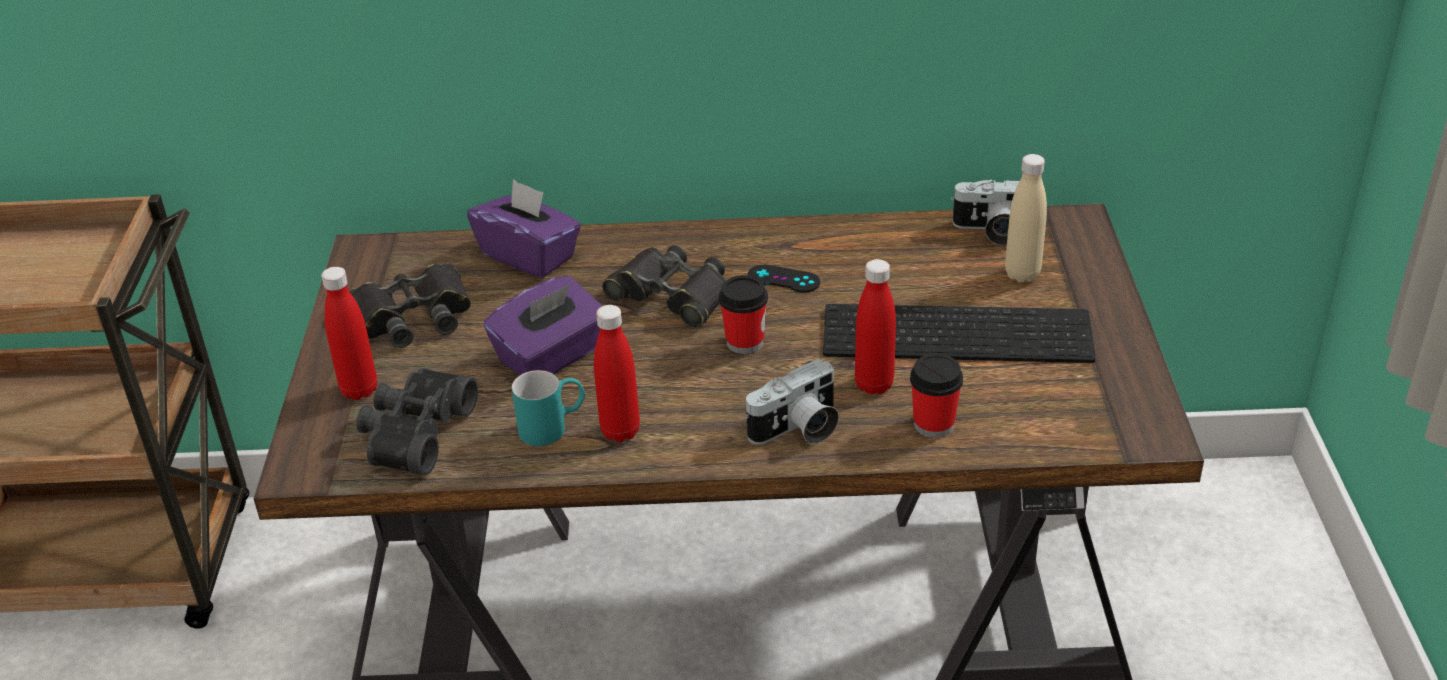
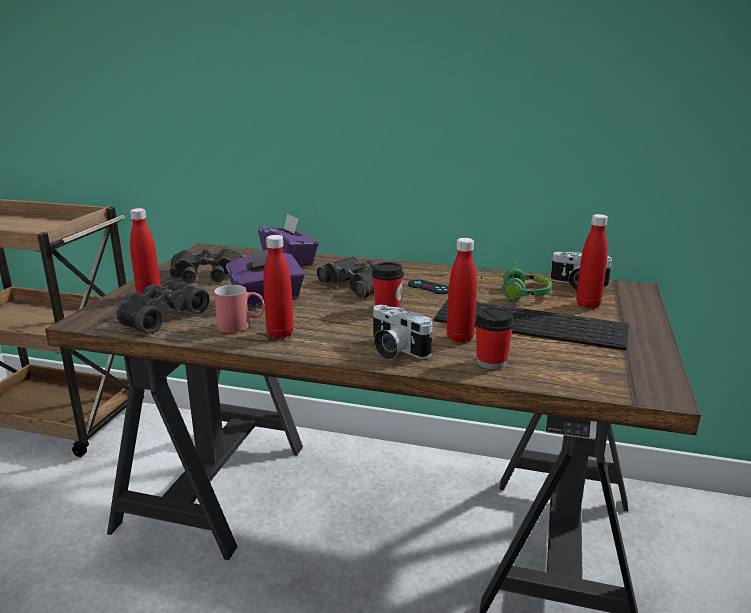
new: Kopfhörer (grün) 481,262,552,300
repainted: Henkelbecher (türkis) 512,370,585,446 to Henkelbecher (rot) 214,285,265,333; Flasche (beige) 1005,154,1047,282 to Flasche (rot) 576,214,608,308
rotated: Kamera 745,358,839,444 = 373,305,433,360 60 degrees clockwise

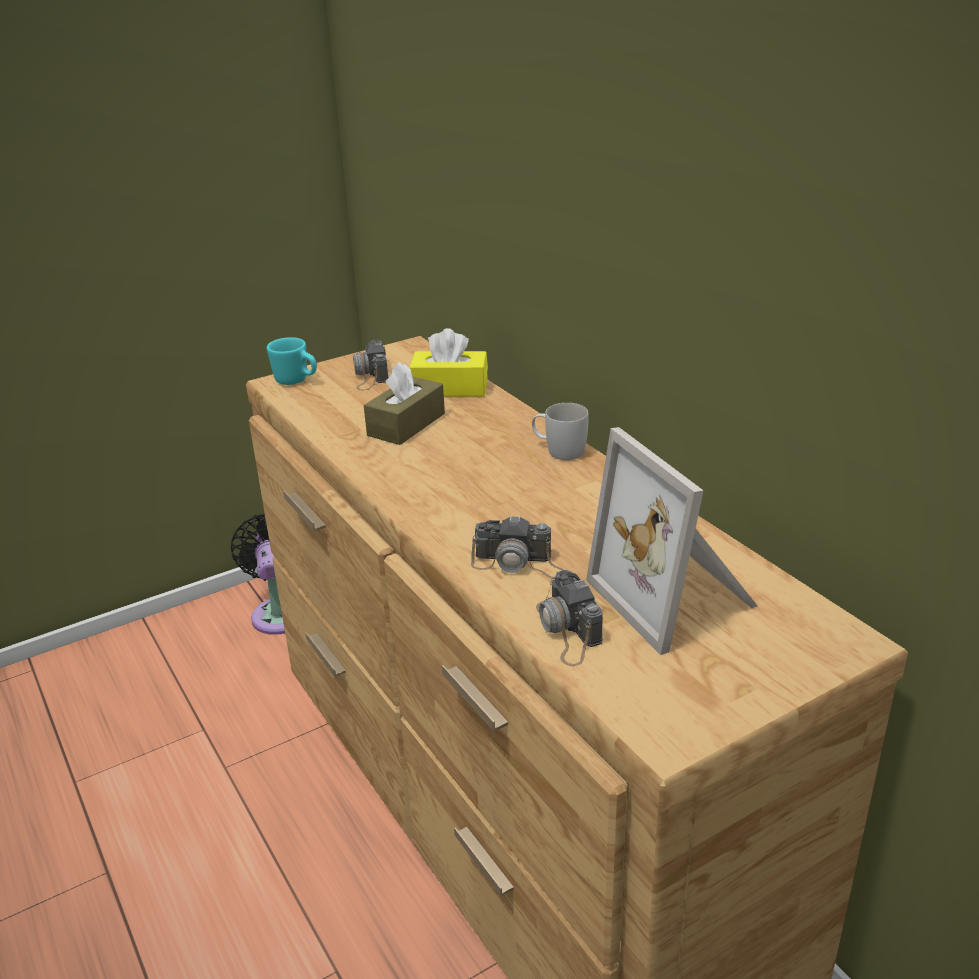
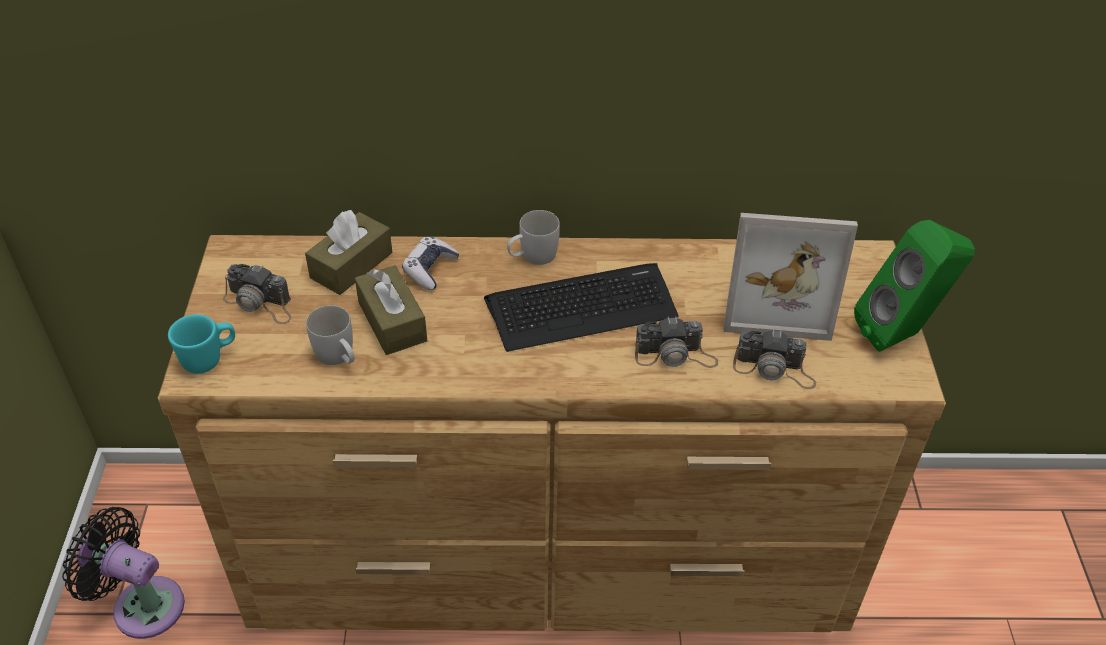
new: Henkelbecher (weiß) 306,305,355,365; Gamepad 402,237,460,290; Tastatur 484,263,679,352; Lautsprecher (grün) 854,220,975,352
repainted: Taschentuchbox (gelb) 409,328,488,396 to Taschentuchbox (braun) 305,210,393,295
rotated: Kamera 471,515,564,578 = 635,316,718,368 45 degrees clockwise

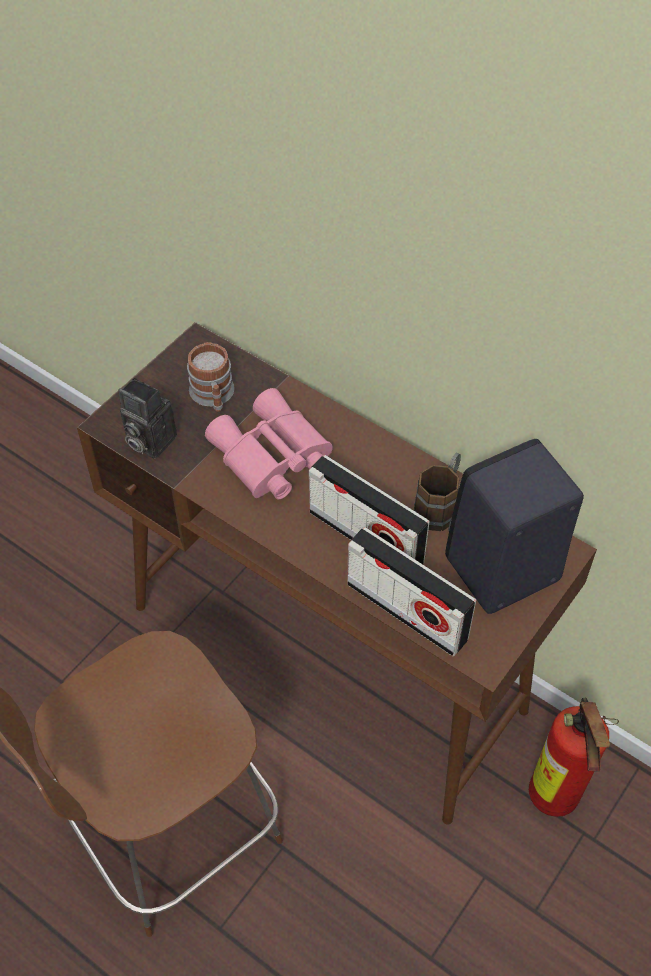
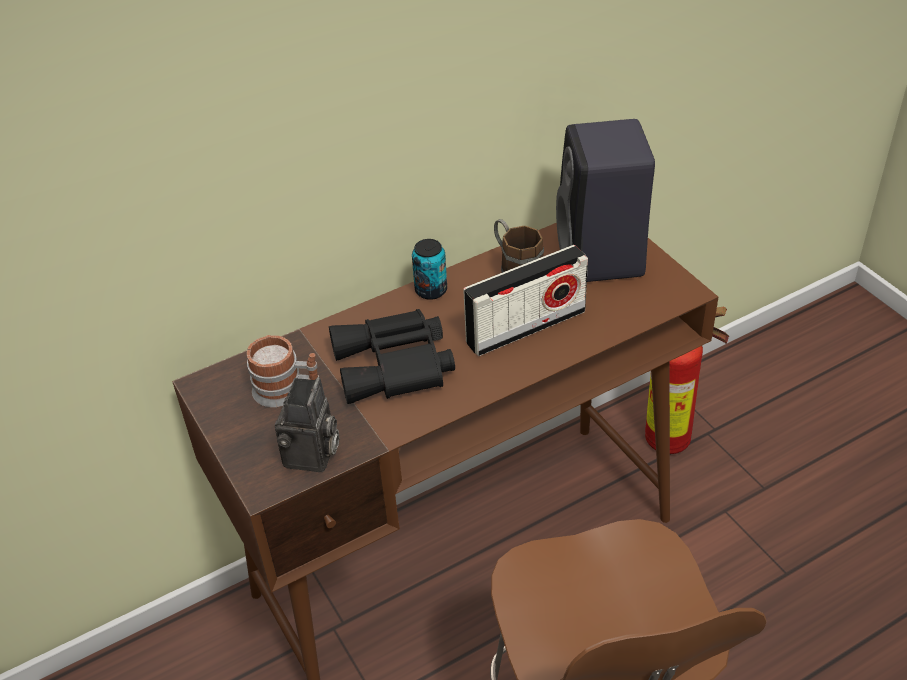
gone: Radio 347,527,476,656
new: Dose 412,239,447,300
repainted: Fernglas (rosa) 205,388,333,499 to Fernglas (schwarz) 329,309,455,404
rotated: Kamera 118,378,177,459 = 275,377,339,472 45 degrees counterclockwise

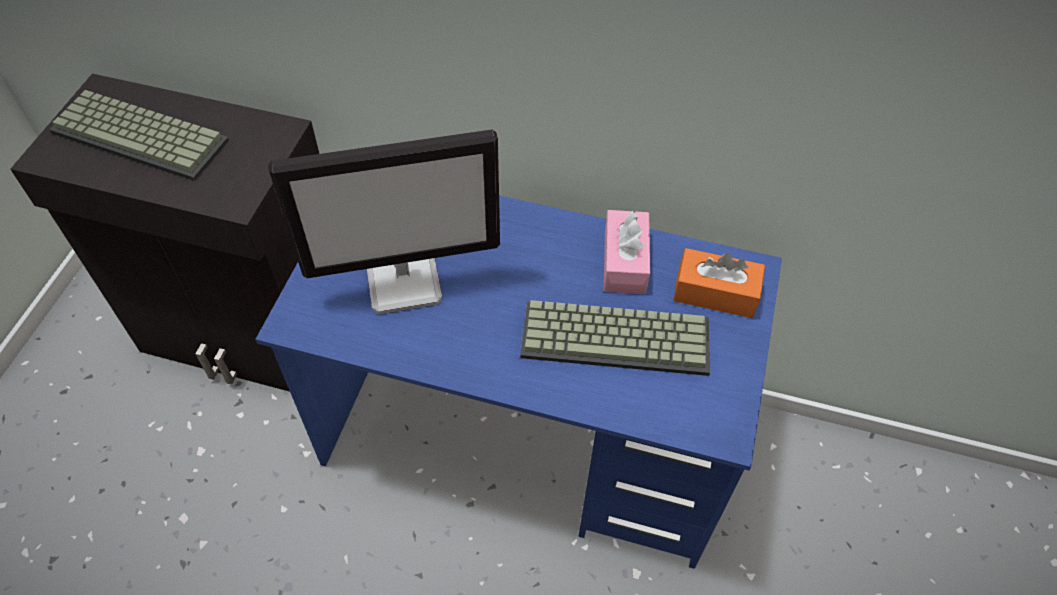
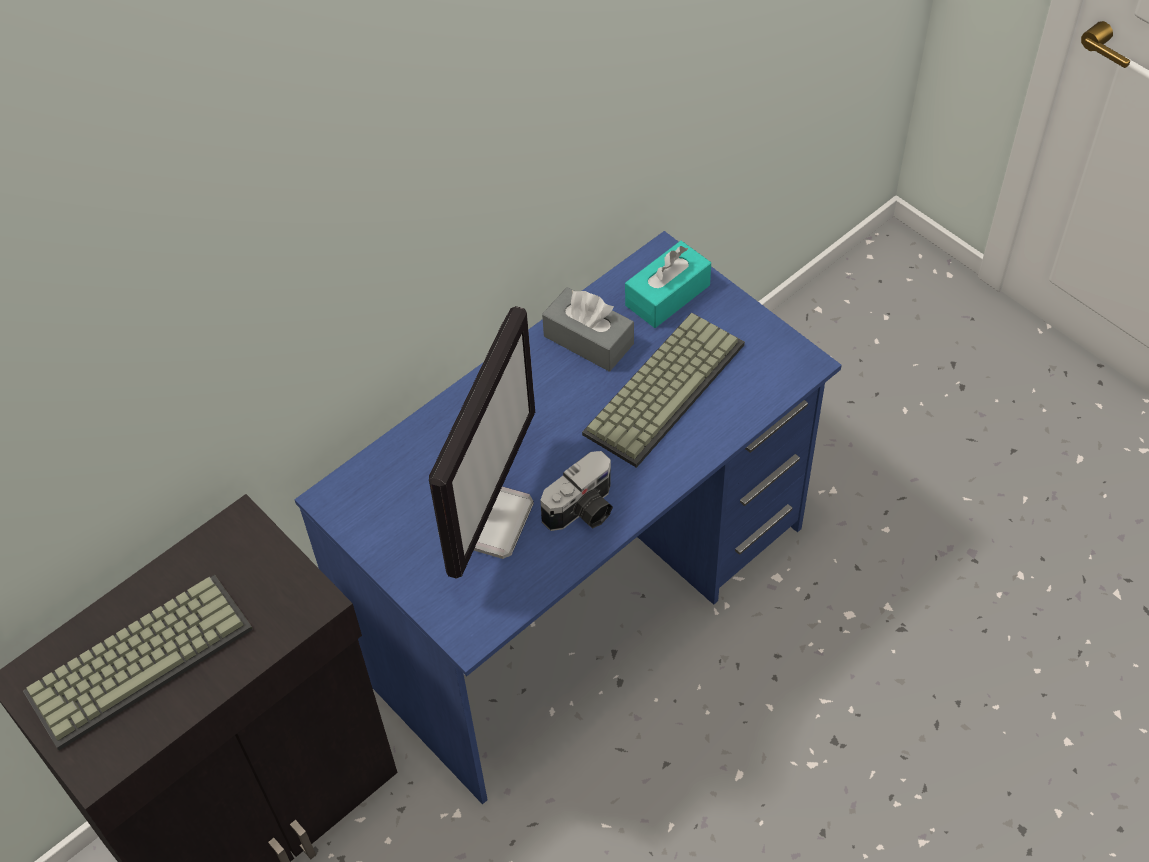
new: Kamera 540,451,613,531
repainted: Taschentuchbox (rosa) 604,210,650,294 to Taschentuchbox (grau) 542,287,634,371; Taschentuchbox (orange) 673,248,765,318 to Taschentuchbox (türkis) 625,241,711,328

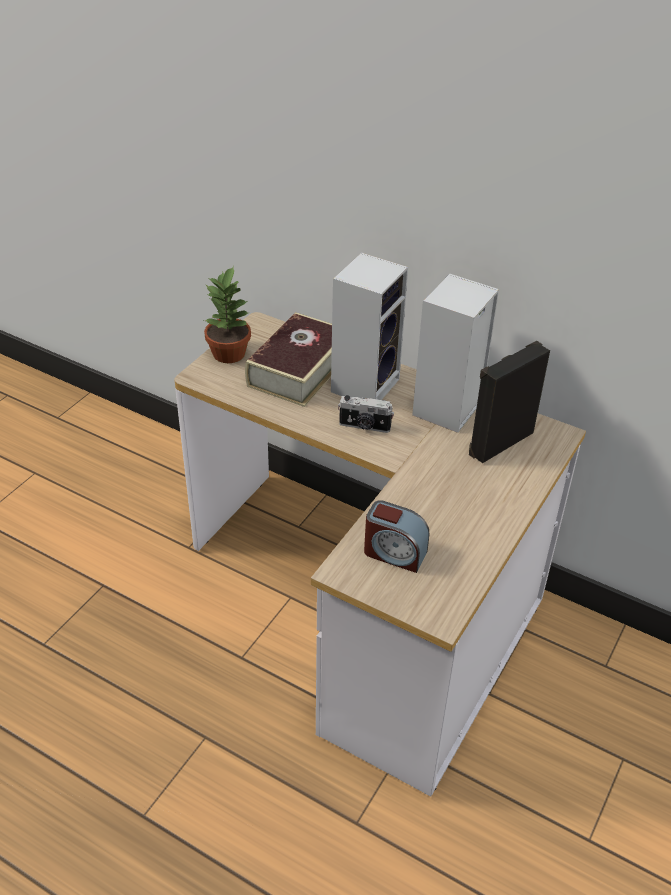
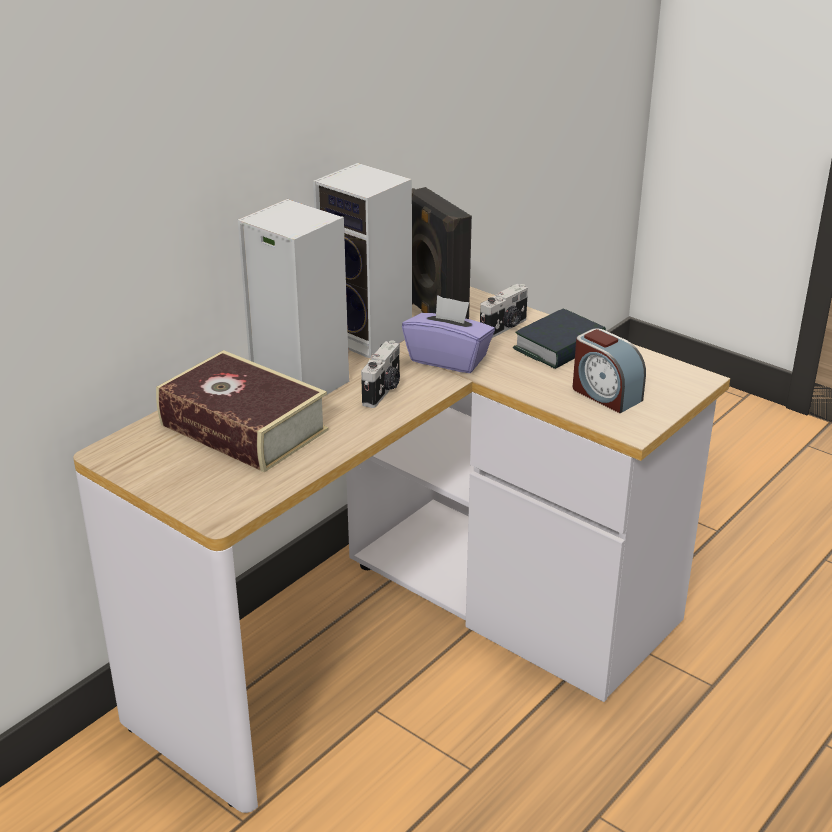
gone: Topfpflanze 204,266,251,363
new: Taschentuchbox (lila) 402,295,495,373; Kamera 480,284,528,338; Buch 513,308,606,369
rotated: Wecker 364,500,429,573 = 573,329,646,413 105 degrees clockwise

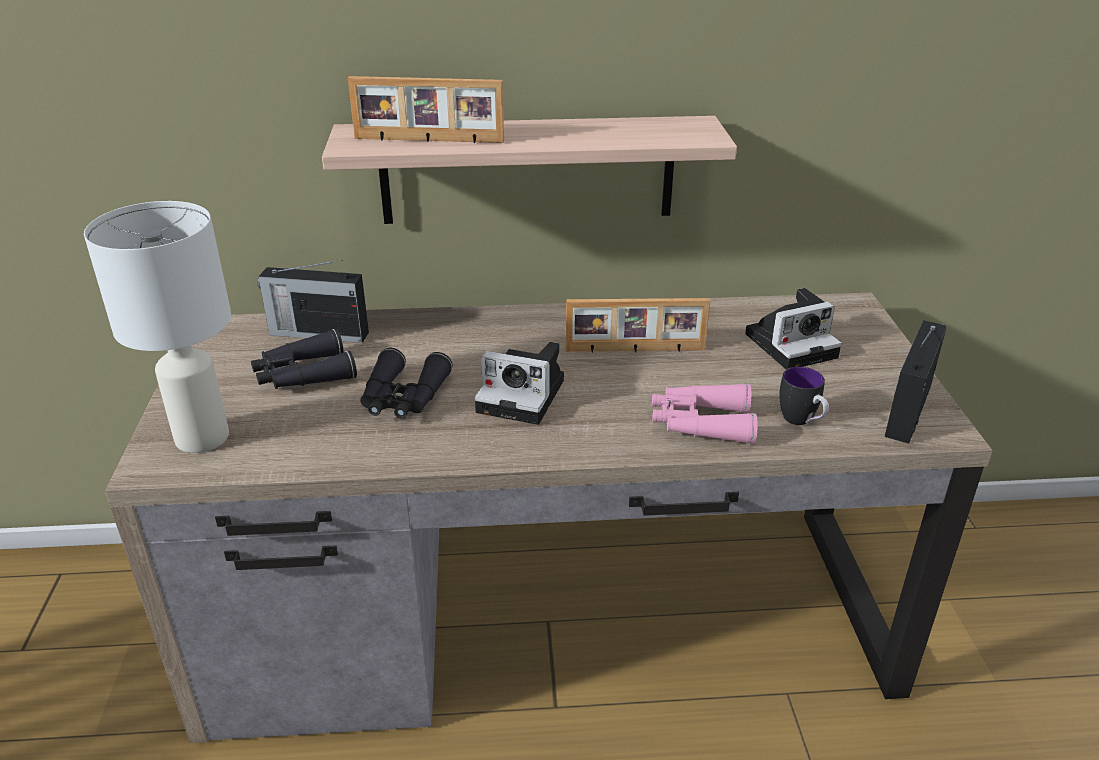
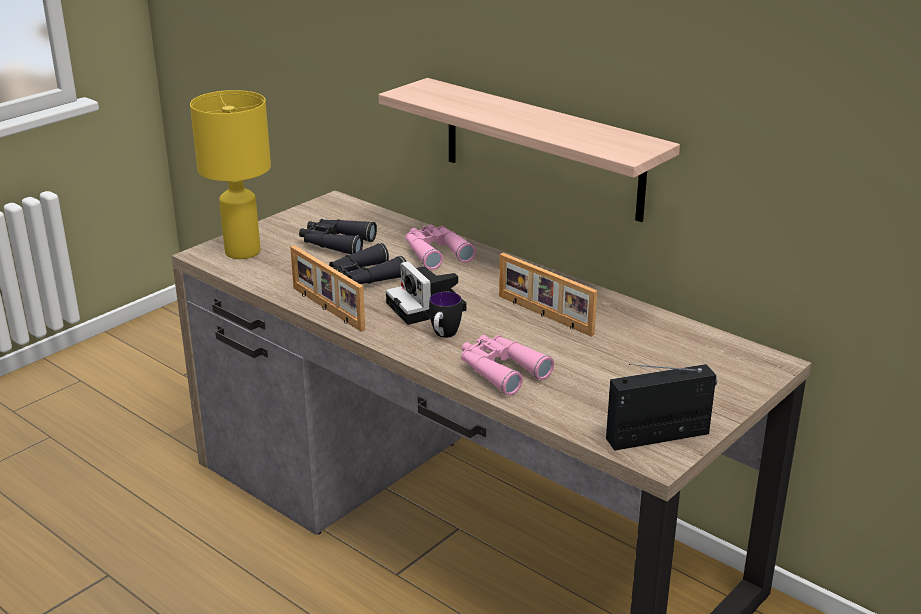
gone: Radio 258,260,369,343; Kamera 745,288,842,370
new: Fernglas (rosa) 405,224,476,270
shifted: Bilderrahmen 348,76,504,143 to 290,245,365,332; Henkelbecher 779,367,829,425 to 429,292,462,338
repainted: Tischlampe (weiß) 84,201,231,453 to Tischlampe (gelb) 190,90,271,259

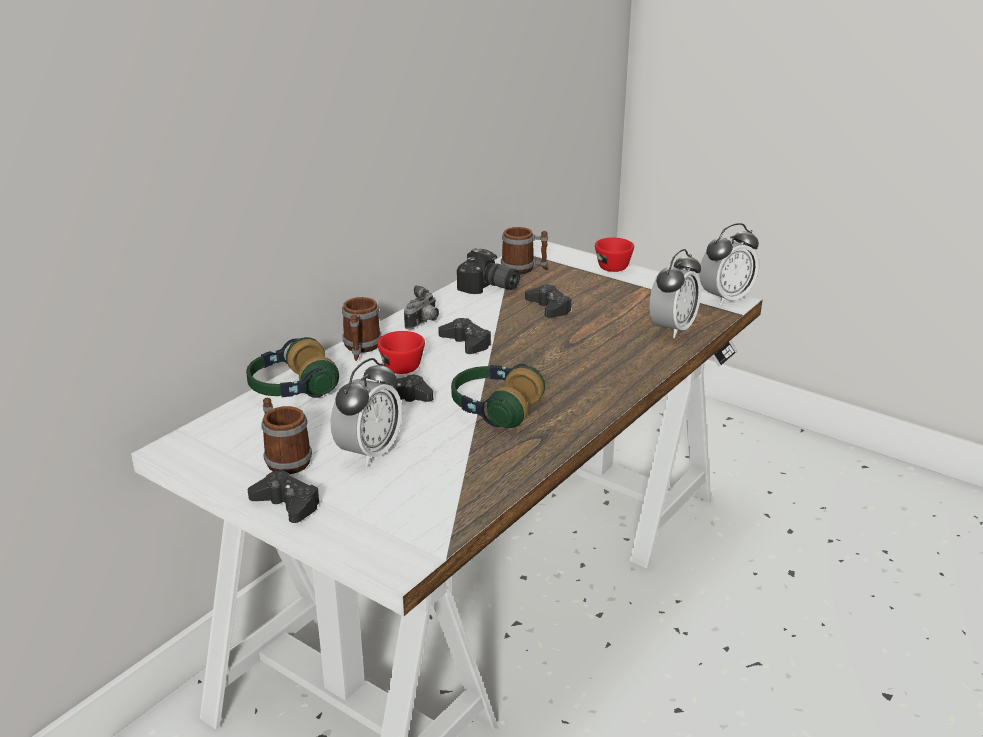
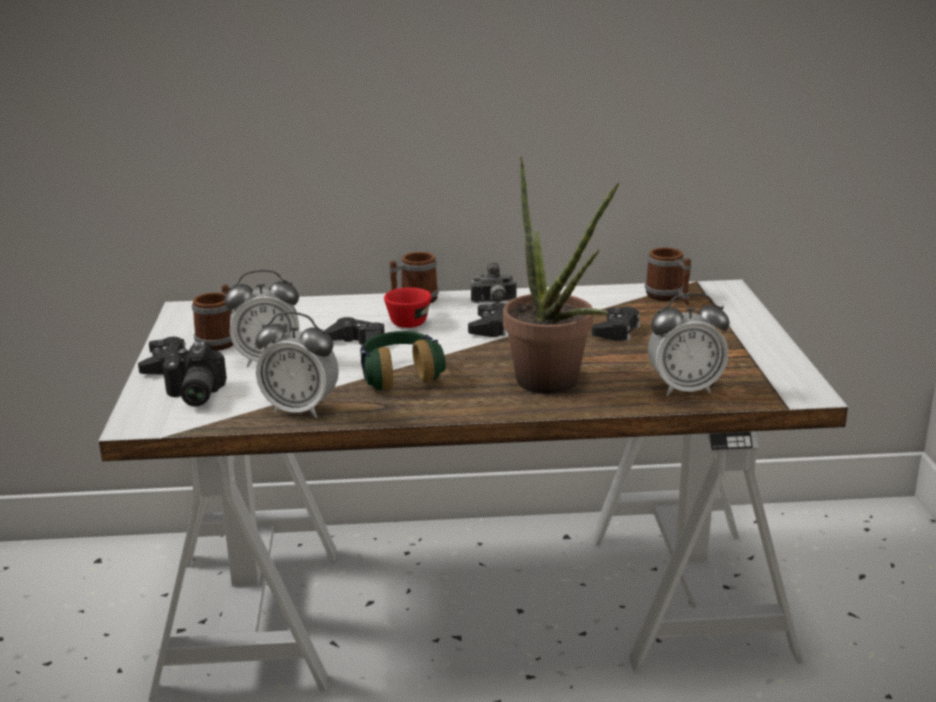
gone: Kopfhörer 246,337,339,398; Tasse (rot) 595,238,634,272
new: Topfpflanze 503,156,620,394
shifted: Kamera 457,248,520,294 to 163,342,227,407; Wecker 699,223,759,306 to 255,311,339,418

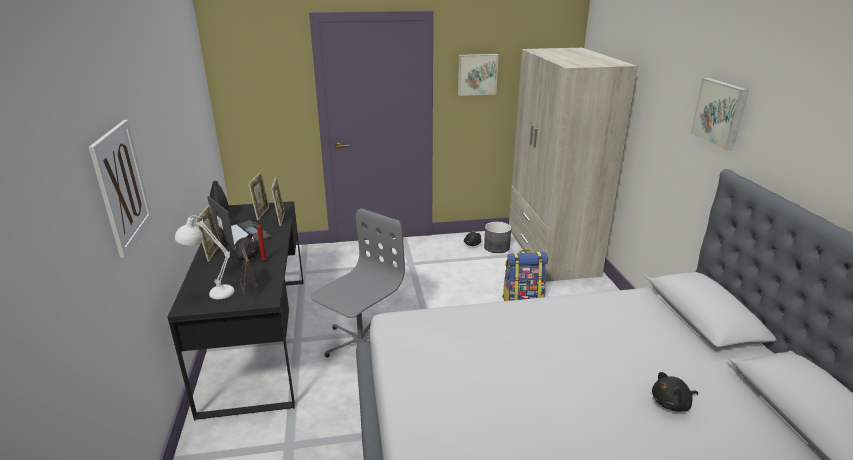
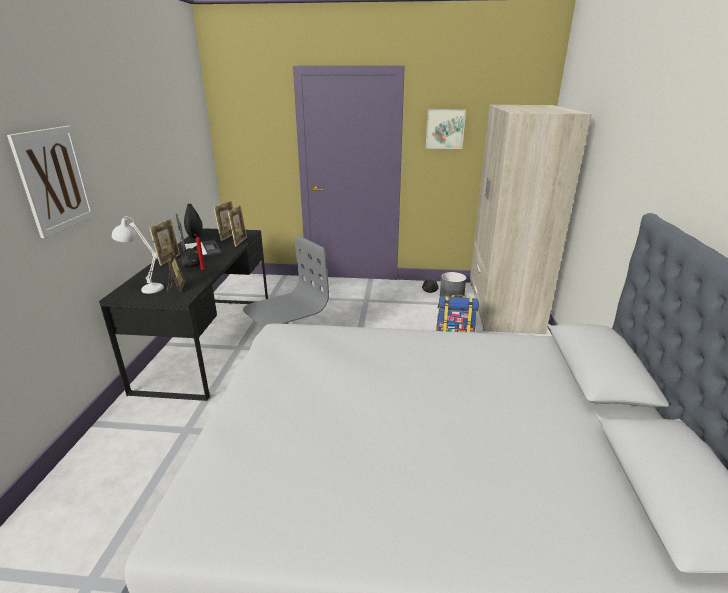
gone: Plüschtier (schwarz) 652,372,698,412; Bild 690,78,749,151

